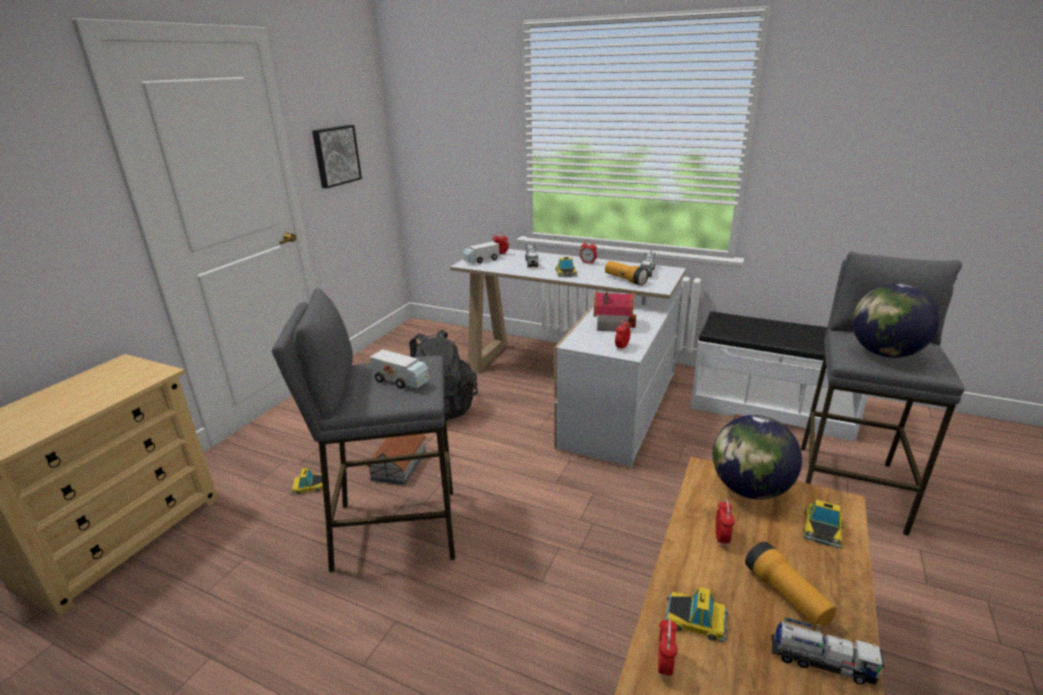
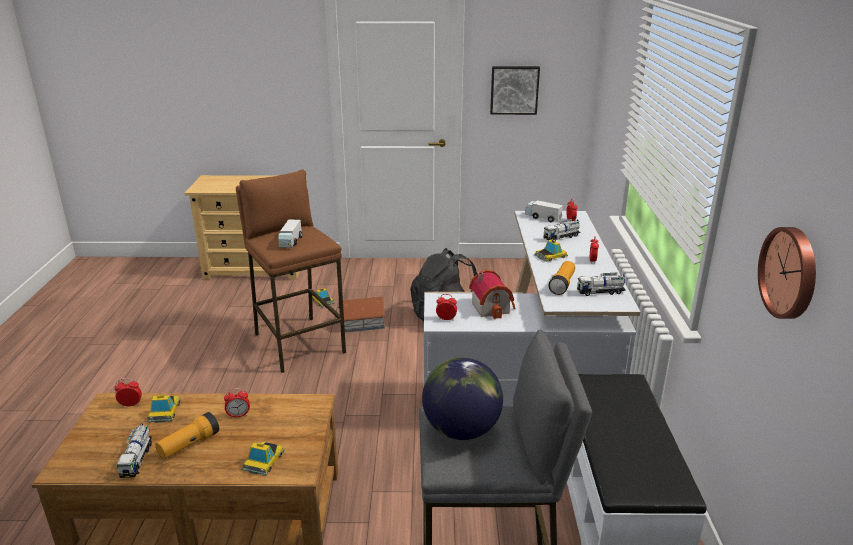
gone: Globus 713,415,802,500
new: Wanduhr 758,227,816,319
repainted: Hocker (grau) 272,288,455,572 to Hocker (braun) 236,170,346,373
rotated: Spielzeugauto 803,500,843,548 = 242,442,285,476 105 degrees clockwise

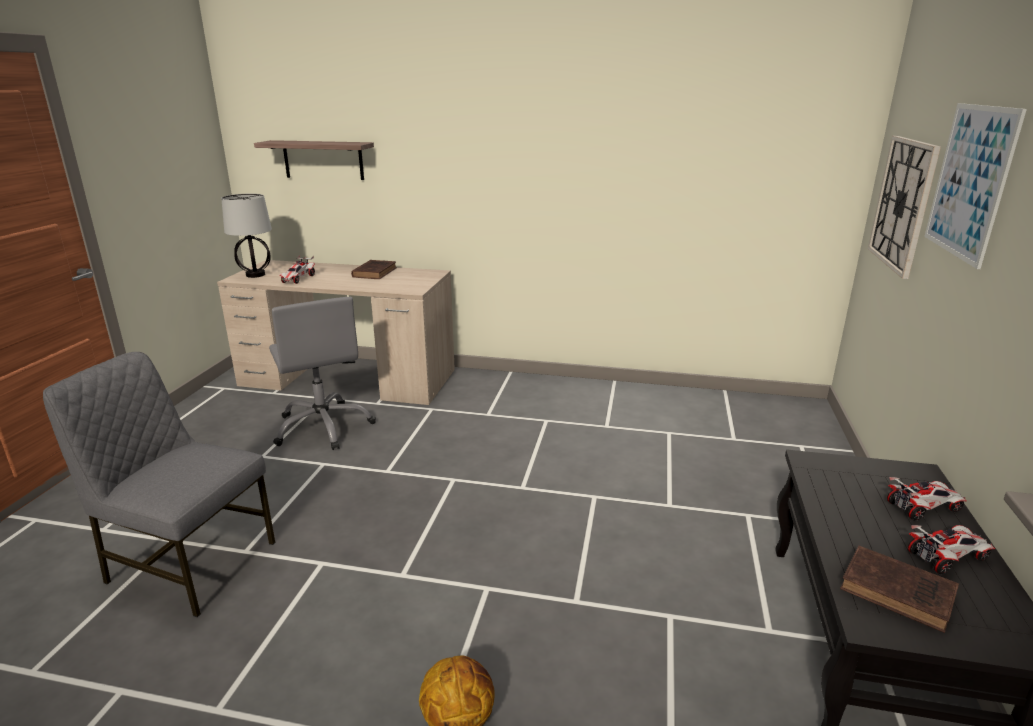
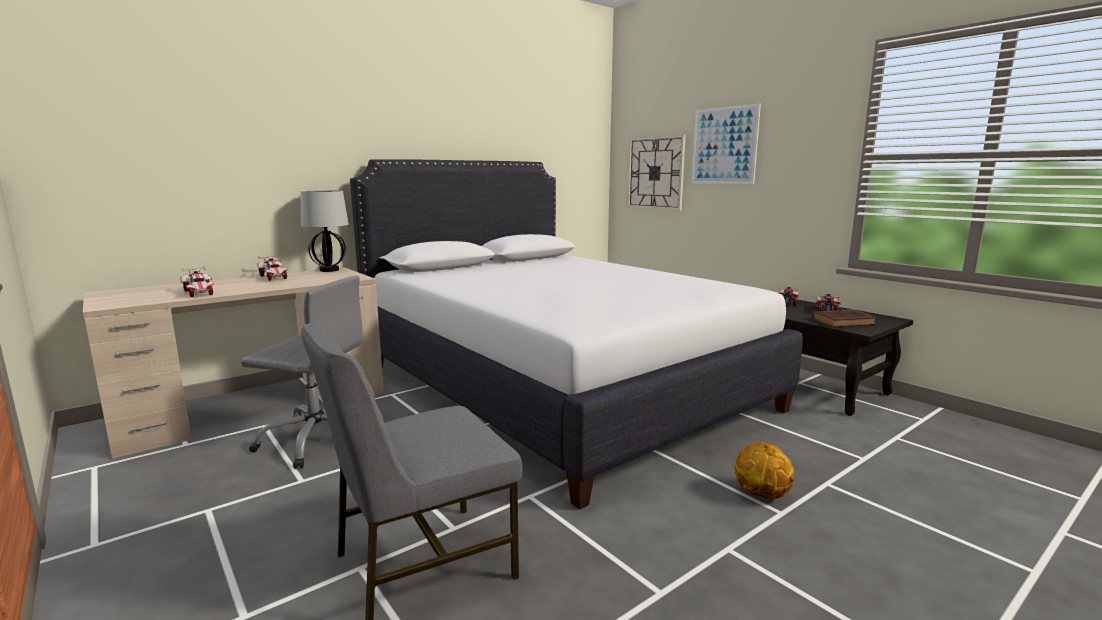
gone: Wandregal 254,140,374,180
new: Bett (weiß) 350,159,803,510
shifted: Tischlampe 221,193,272,278 to 301,190,349,272
swapped: Buch (braun) 351,260,397,279 to Spielzeugauto 257,254,288,281

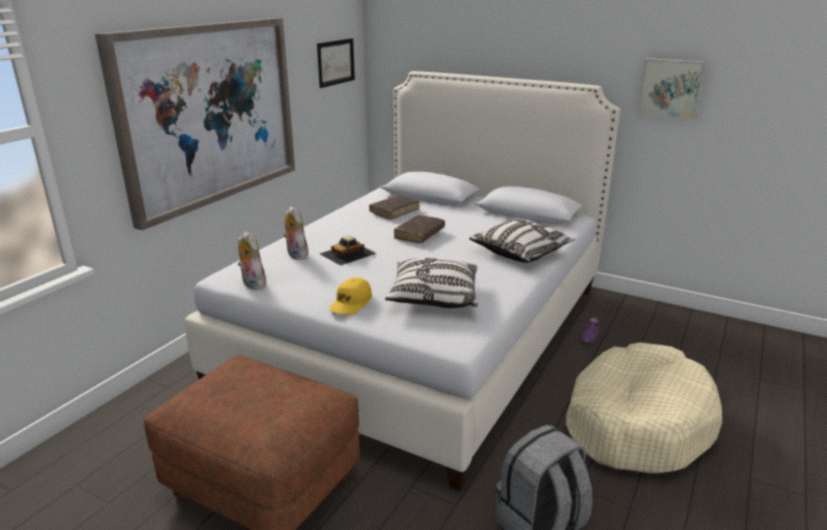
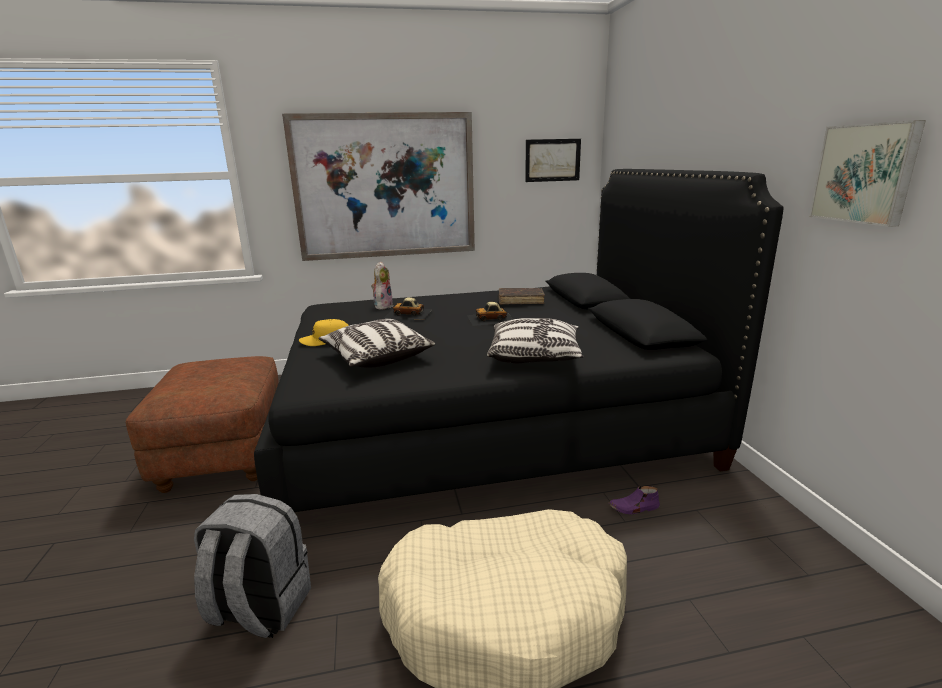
gone: Plüschtier 238,231,266,290
swapped: Buch (braun) 394,215,445,243 to Spielzeugauto 467,302,513,326
repainted: Bett (weiß) 185,71,620,491 to Bett (schwarz) 254,169,784,512

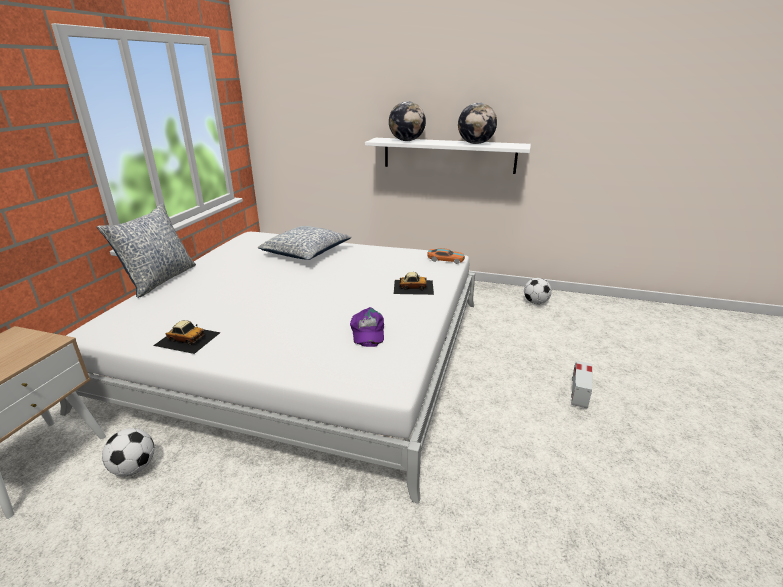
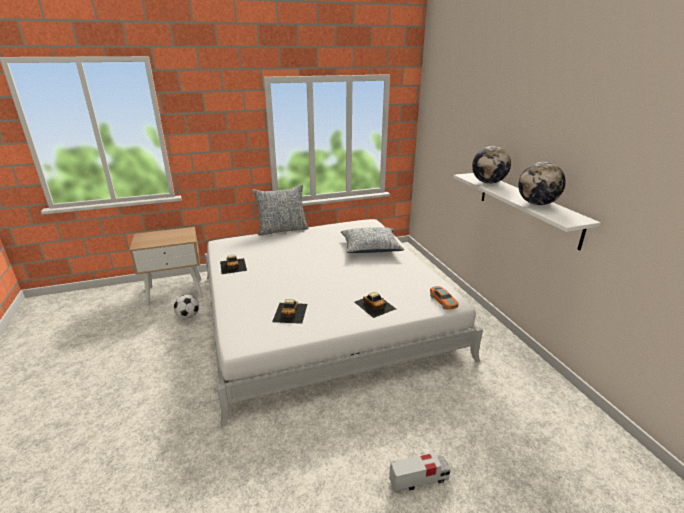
gone: Fußball 524,278,552,304
swapped: Kappe (lila) 350,307,384,347 to Spielzeugauto 272,299,307,324

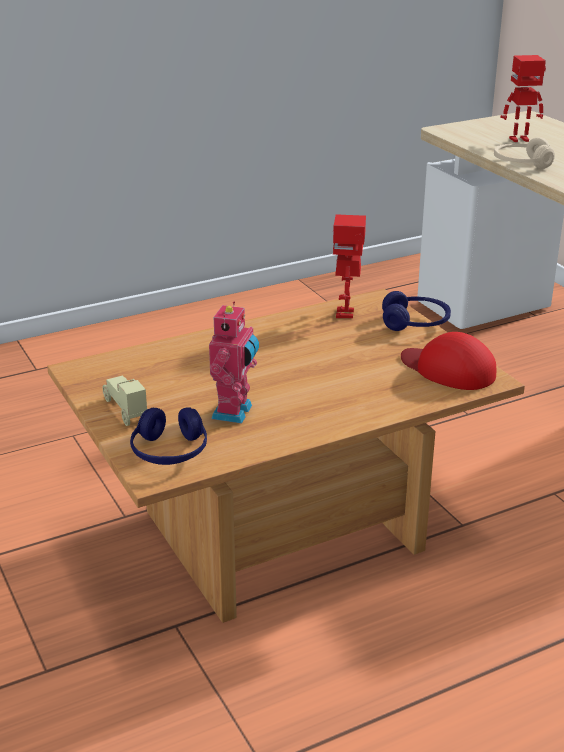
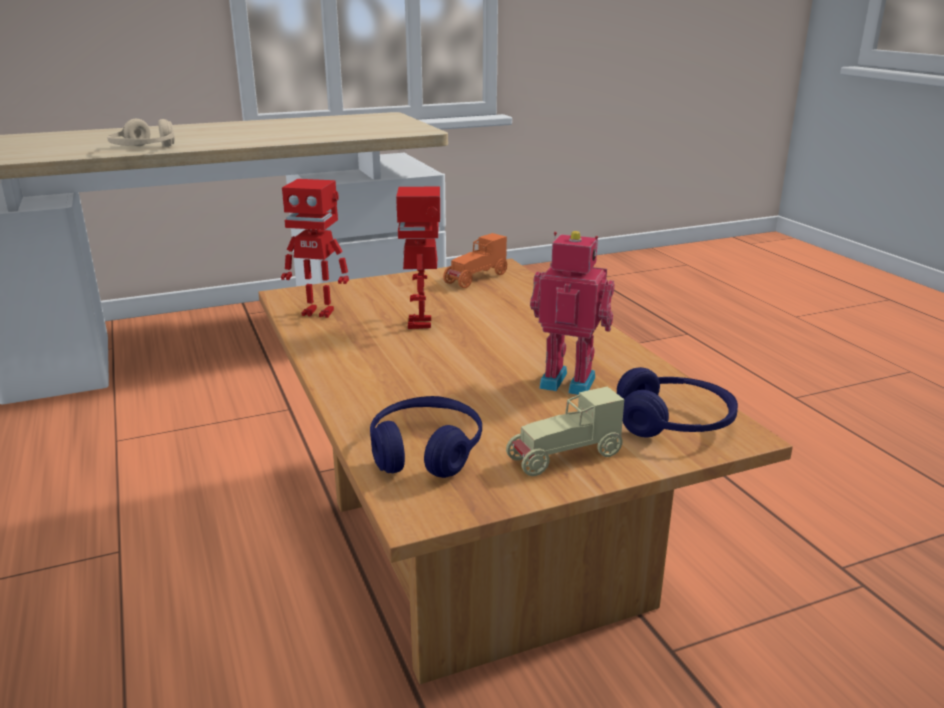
shifted: Kopfhörer (blau) 382,291,451,331 to 370,396,482,478; Spielzeugroboter 500,55,546,142 to 396,187,440,329
swapped: Kappe (rot) 401,332,496,390 to Spielzeugauto (orange) 443,233,507,288

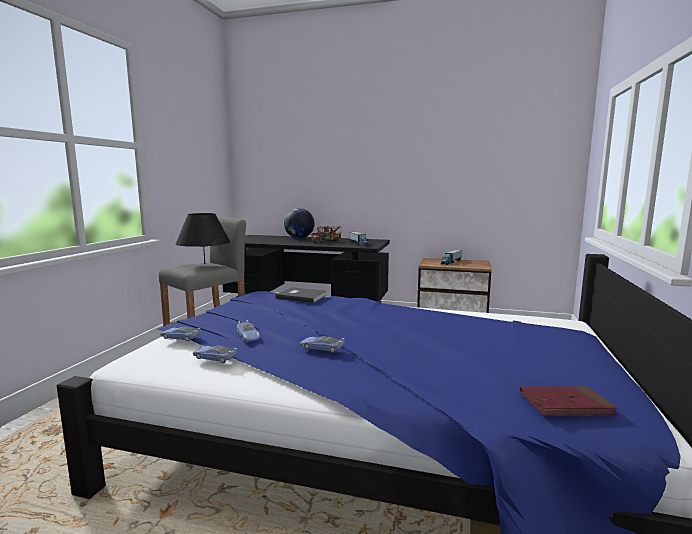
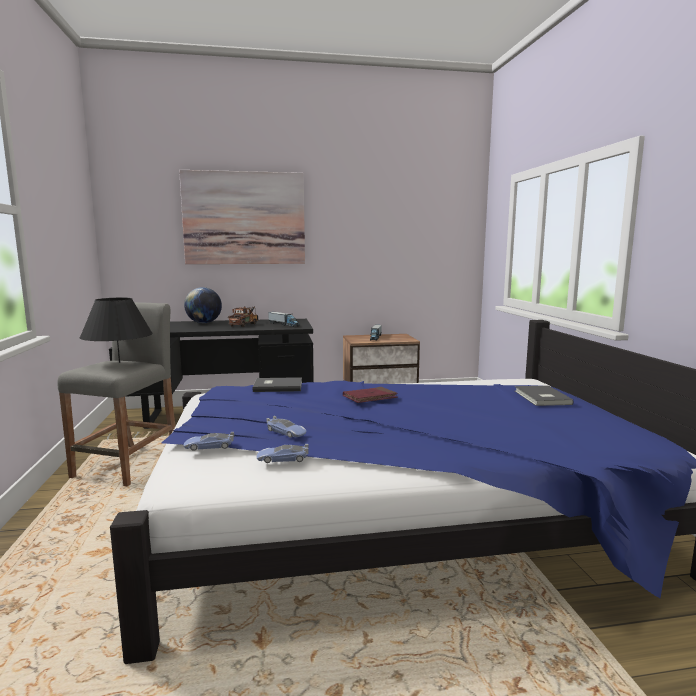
gone: Spielzeugauto 300,336,345,353
new: Bild 179,170,305,264; Buch (grau) 515,386,574,406
shifted: Buch (rot) 520,386,618,416 to 343,387,398,403

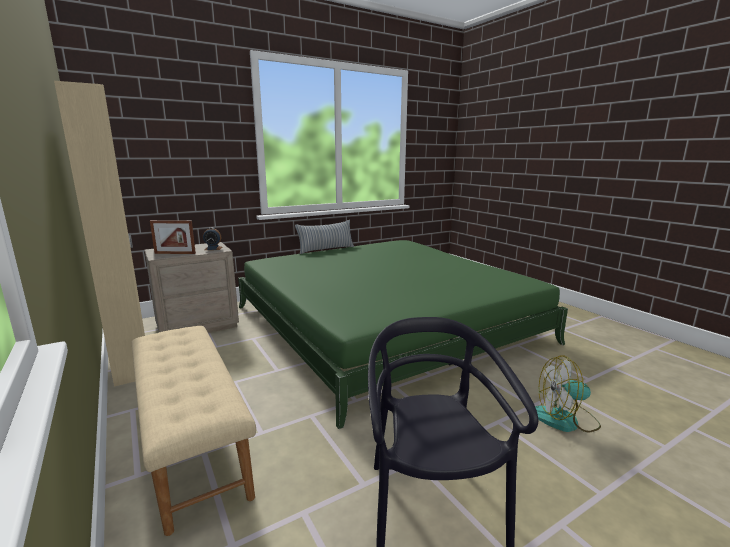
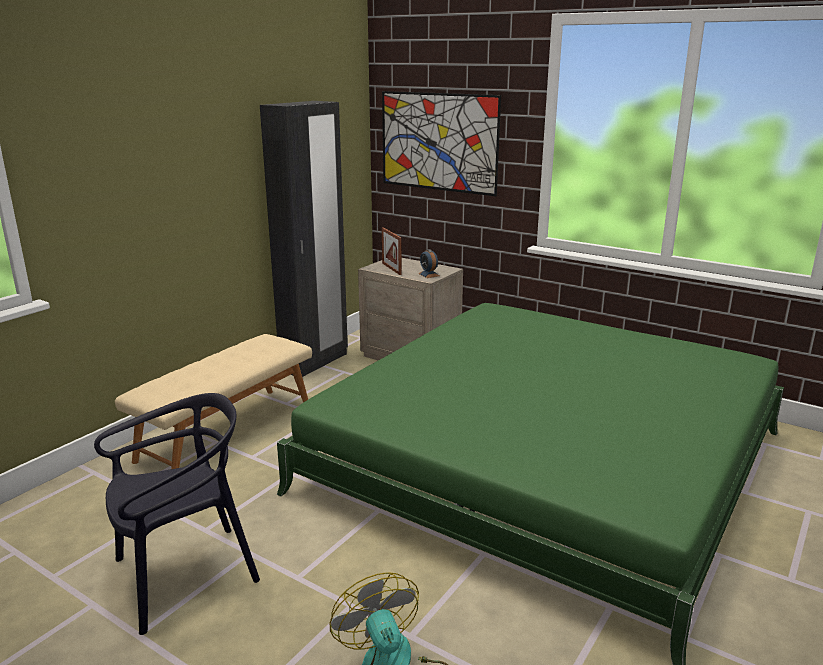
gone: Kissen 295,220,354,254
new: Bild 382,91,501,196
repainted: Kleiderschrank (beige) 54,81,145,387 to Kleiderschrank (schwarz) 260,101,348,378

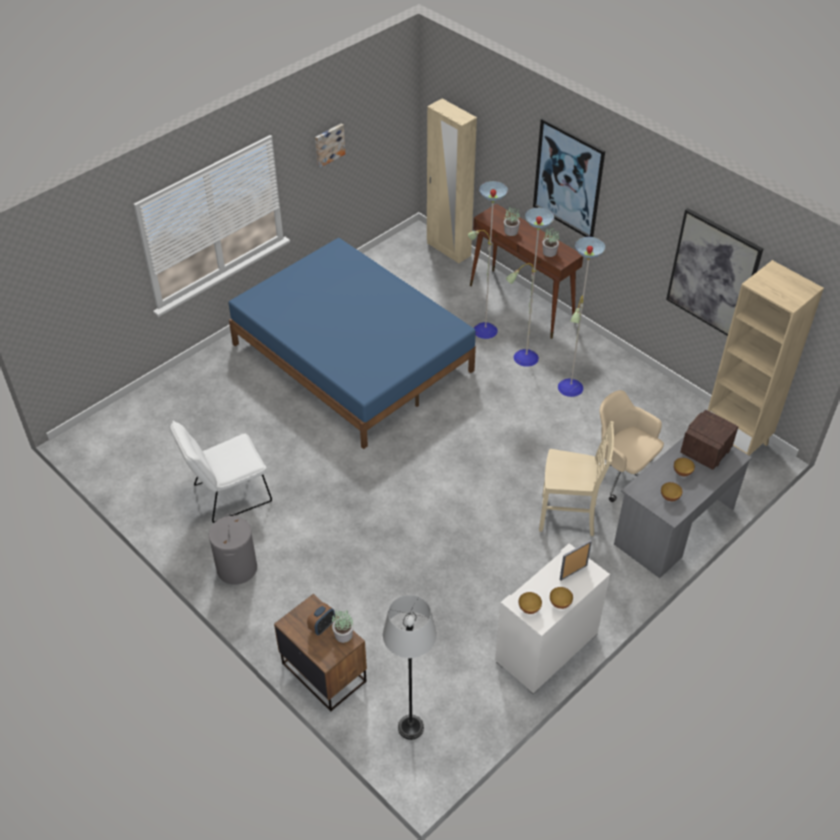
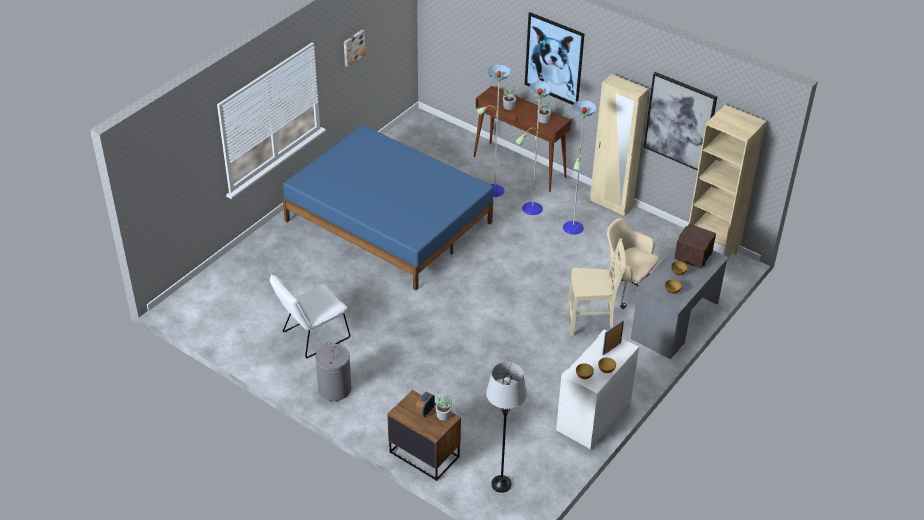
shifted: Kleiderschrank (beige) 427,99,477,264 to 590,74,649,216

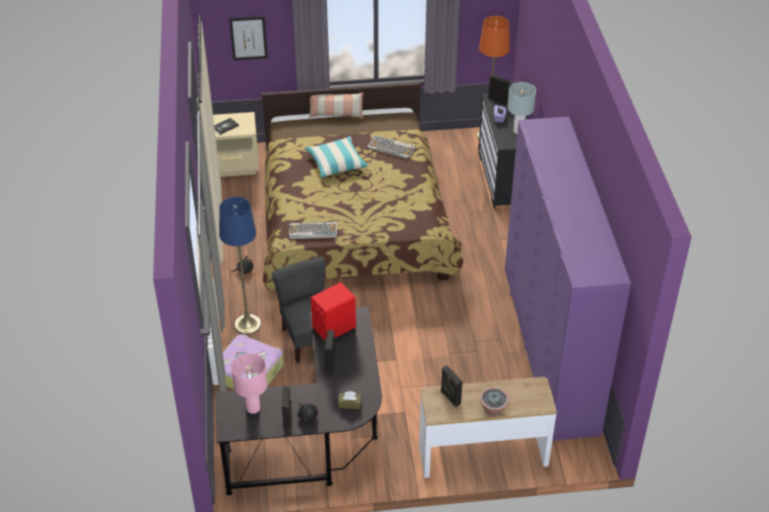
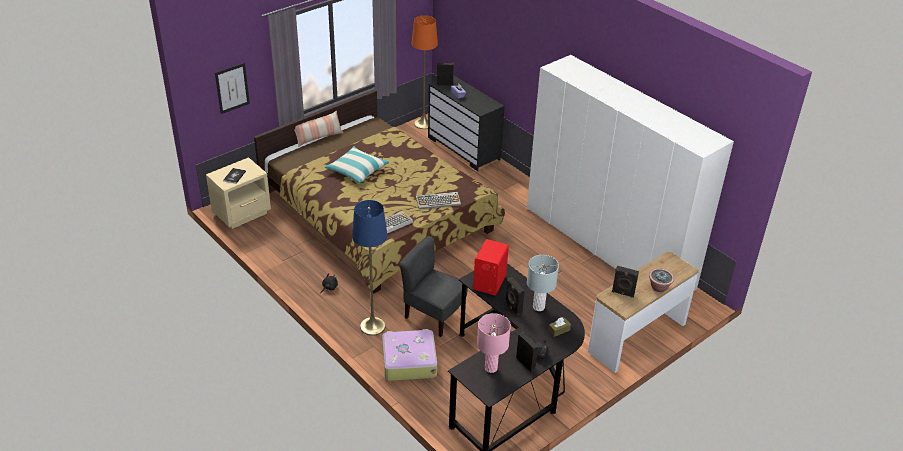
shifted: Tastatur 367,135,415,159 to 416,192,461,209; Tischlampe (grau) 508,82,536,134 to 527,255,559,311
repainted: Kleiderschrank (lila) 505,116,631,441 to Kleiderschrank (weiß) 527,55,734,291

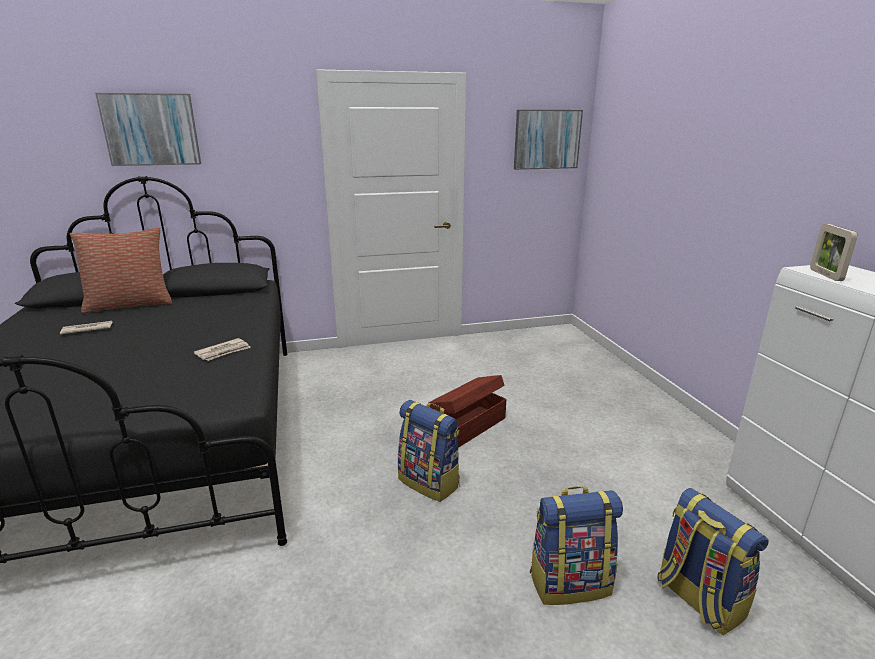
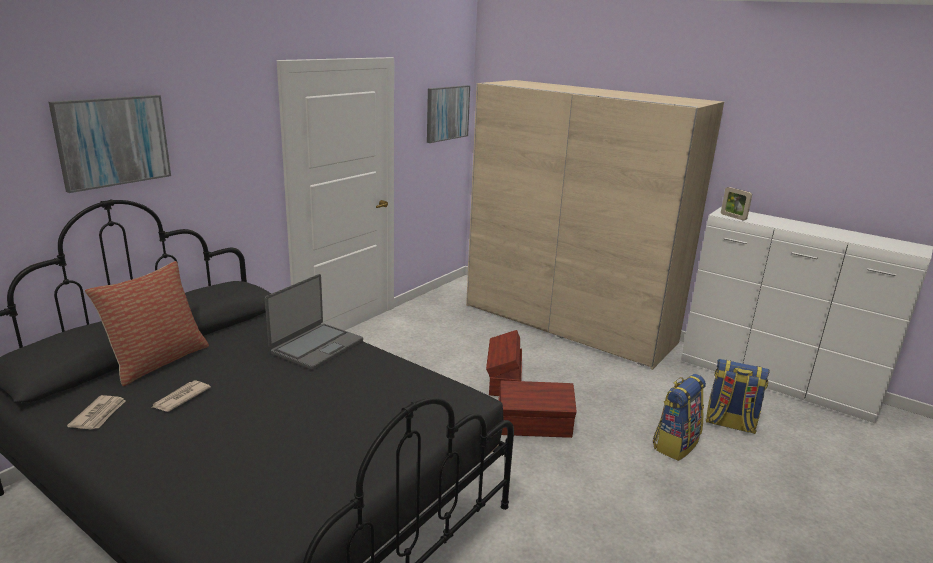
new: Laptop 265,274,363,370; Kleiderschrank (beige) 466,80,724,370
shifted: Zeitung 194,338,251,361 to 67,395,126,430
swapped: Rucksack 398,400,460,502 to Aufbewahrungsbox (braun) 498,381,576,438

